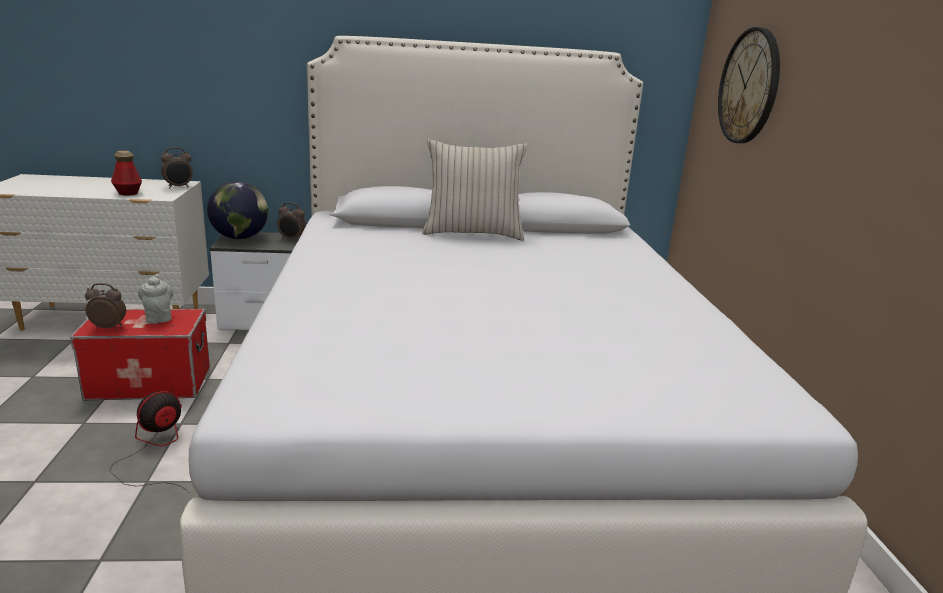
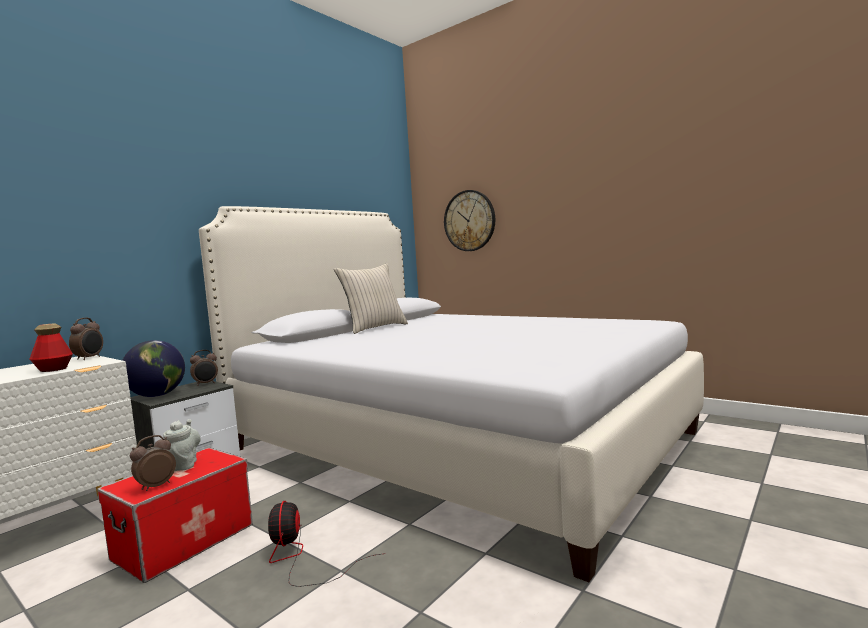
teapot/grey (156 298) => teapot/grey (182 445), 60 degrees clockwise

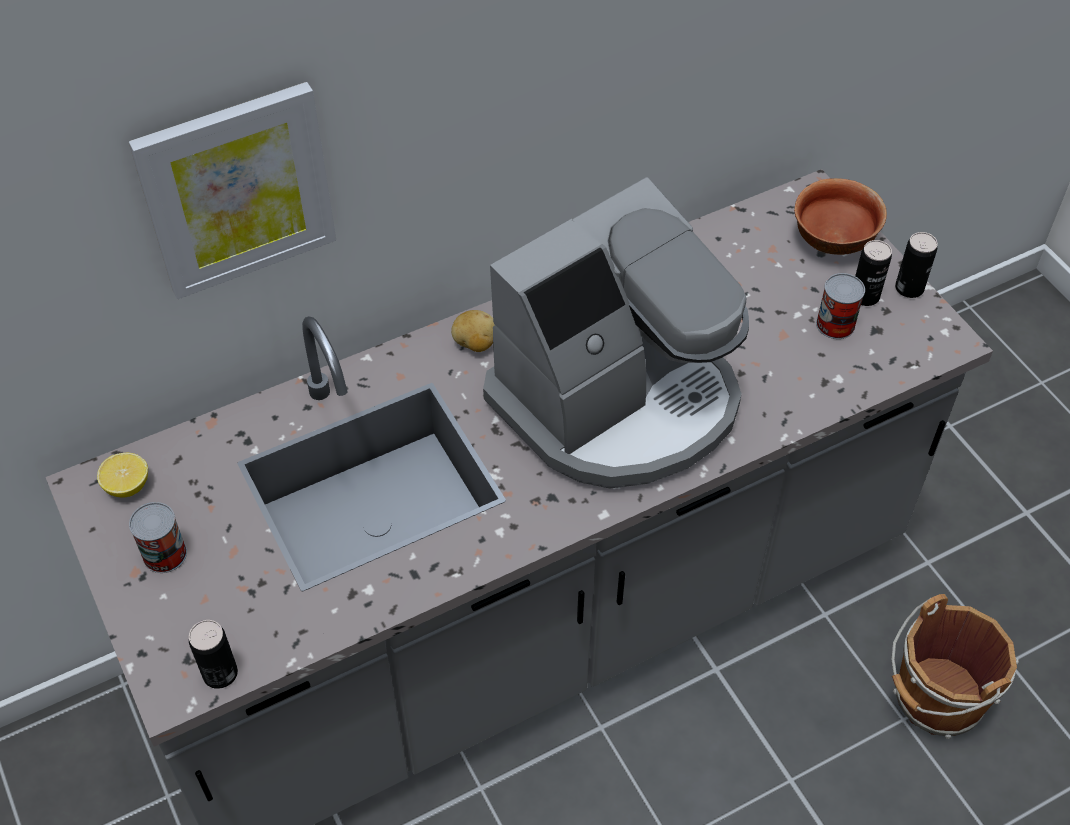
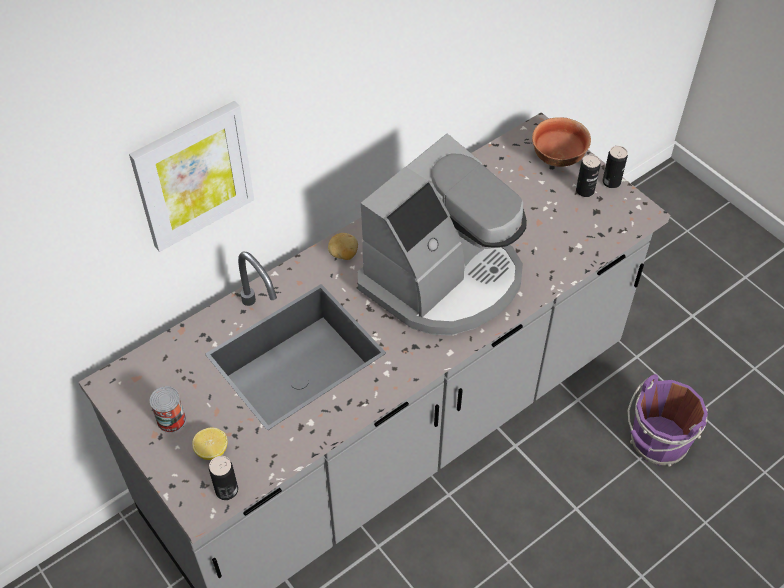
lemon (122 475) => lemon (210 444), relocated
bucket/brown (955 666) => bucket/purple (667 420)
can (840 306) => nothing

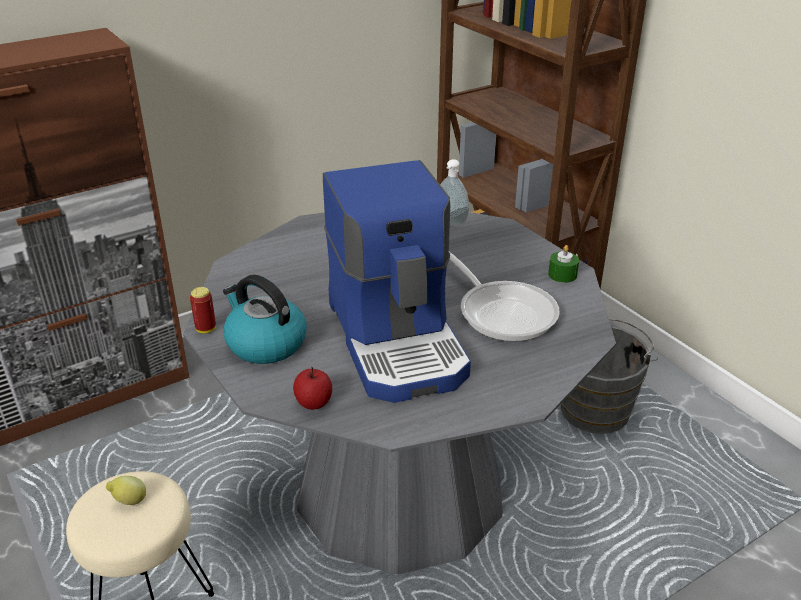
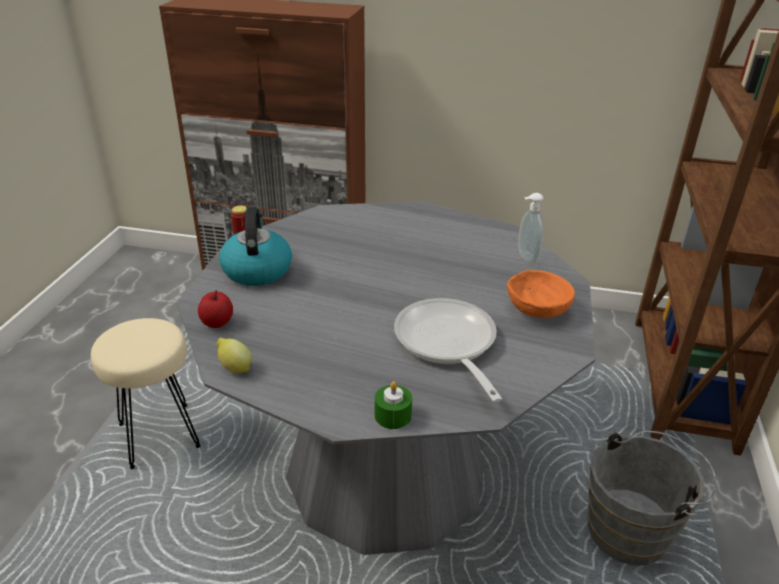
lemon (126 490) => lemon (234 356), relocated
candle/green (563 264) => candle/green (393 405), relocated
frying pan (504 296) => frying pan (448 350), 150 degrees clockwise
nothing => bowl/orange (541 294)
coffee machine (397 281) => nothing

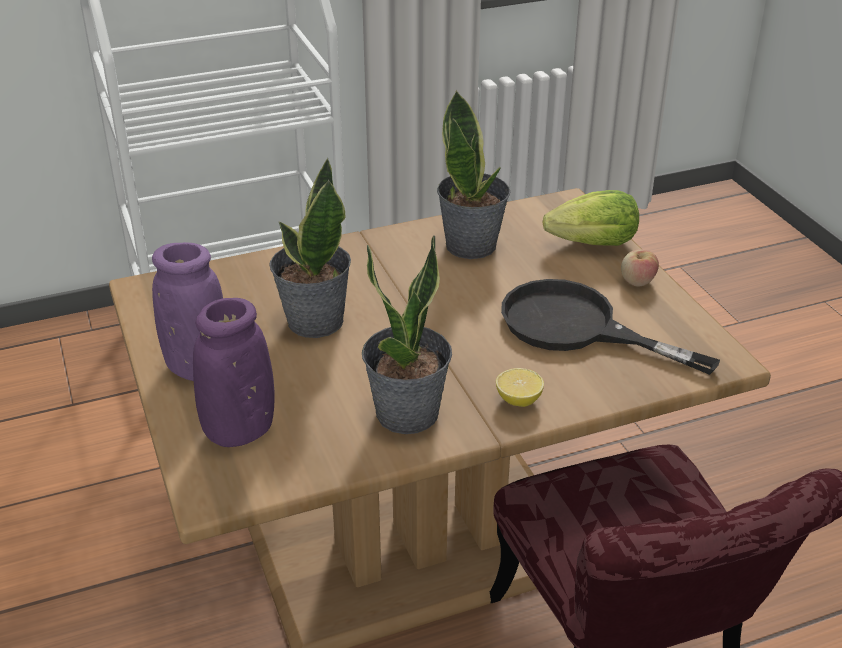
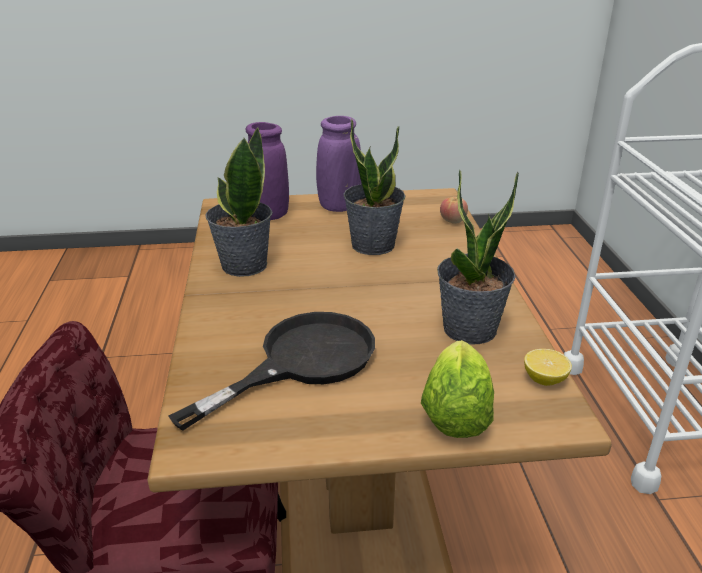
apple (640 268) => apple (454 210), relocated
lemon (520 387) => lemon (548 367), relocated

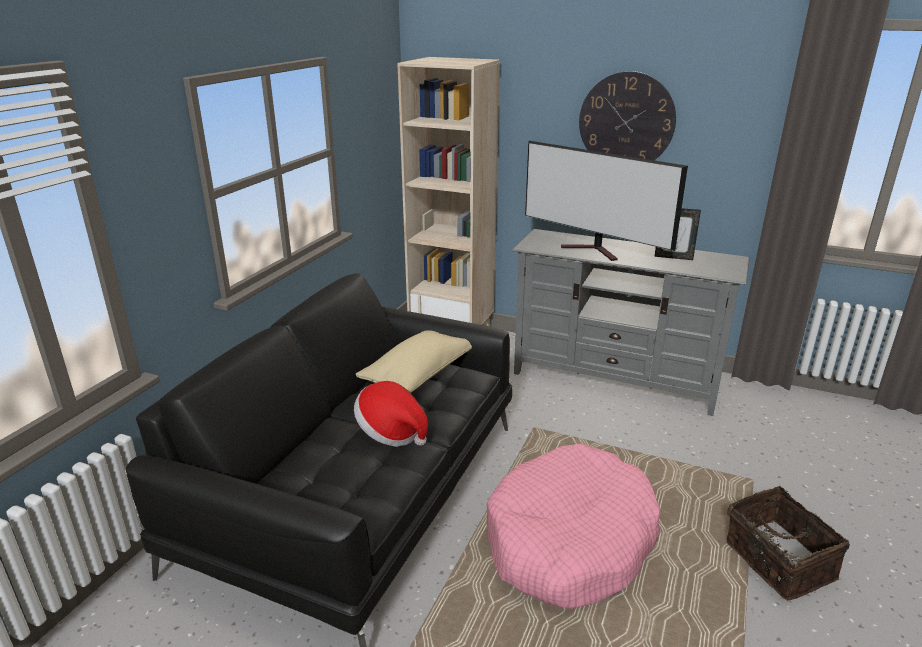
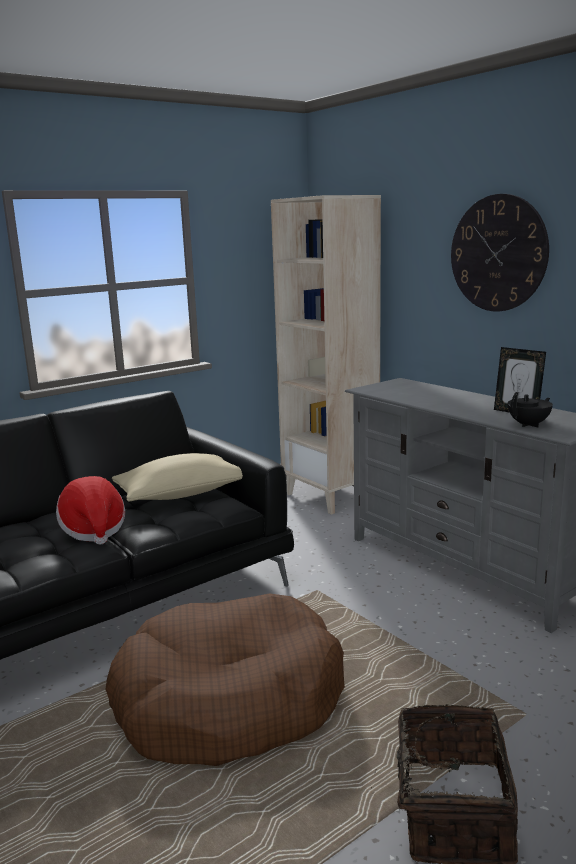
dog bed/pink (573 526) => dog bed/brown (225 679)
nothing => teapot/black (530 409)
television (606 201) => nothing

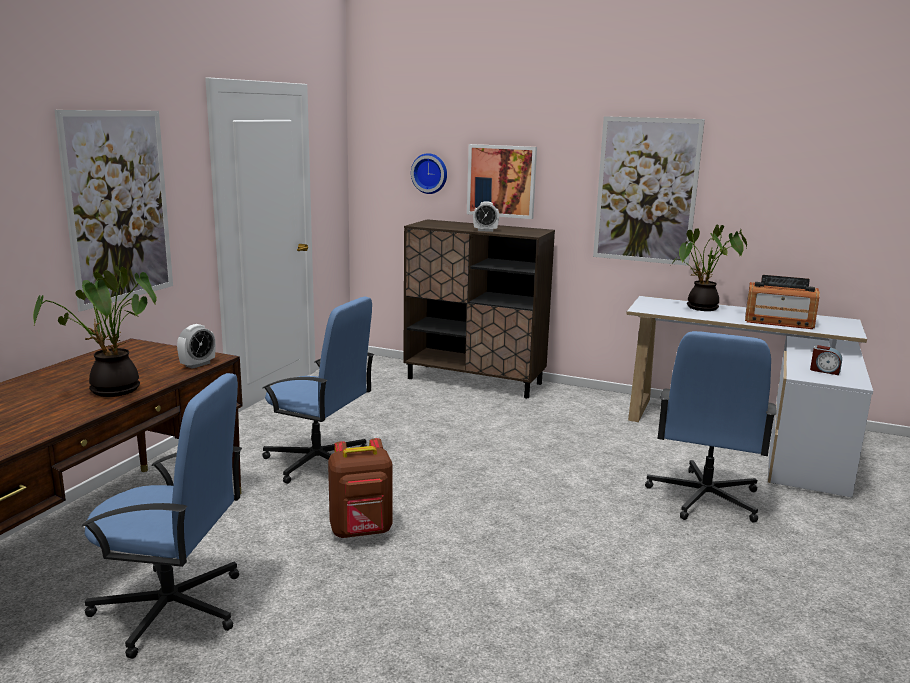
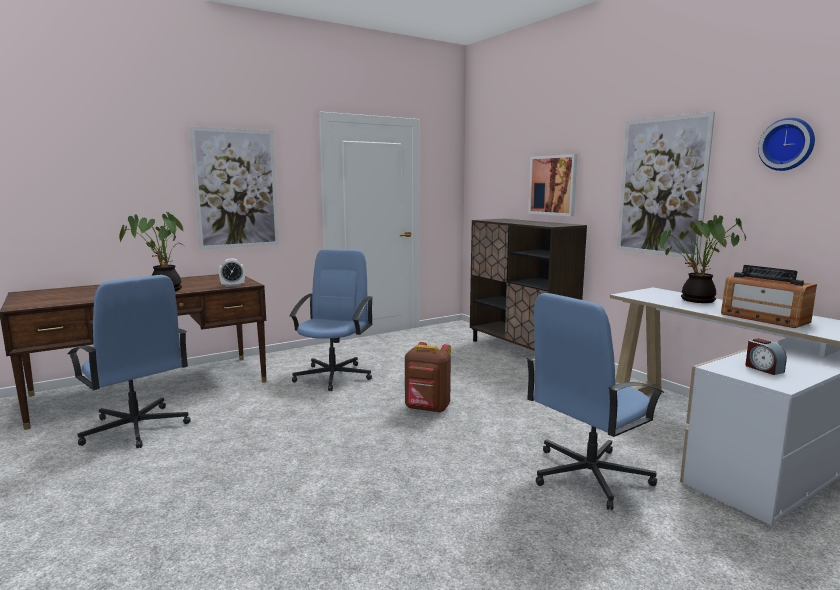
office chair/blue (318 390) => office chair/blue (330 320), 135 degrees counterclockwise
backpack/brown (360 488) => backpack/brown (428 377), relocated
wall clock (429 173) => wall clock (786 144), relocated
alarm clock (486 217) => nothing

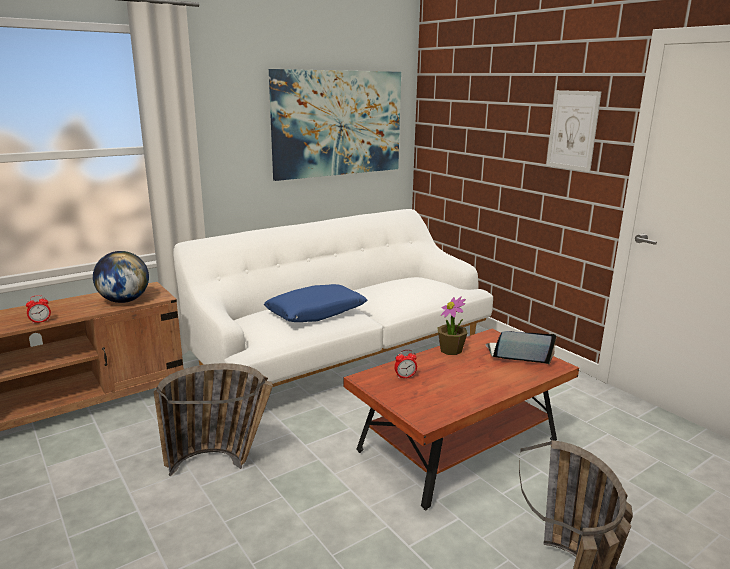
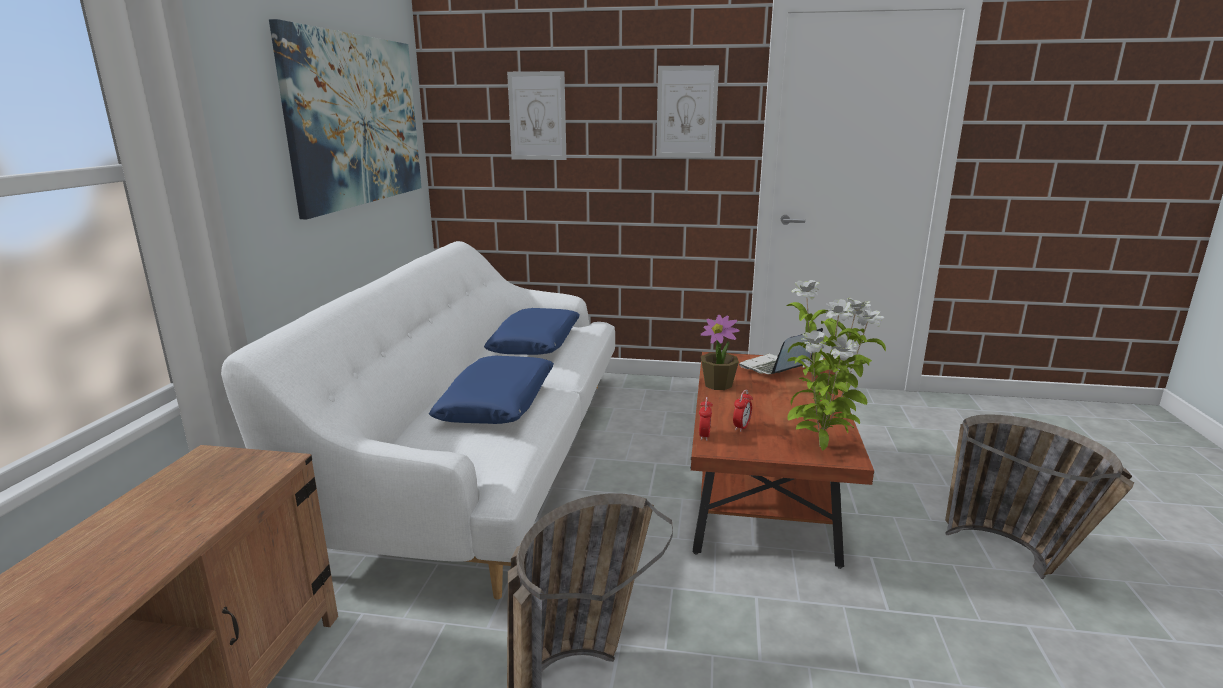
nothing => pillow/blue (532 331)
nothing => picture (536 115)
alarm clock (38 309) => alarm clock (706 418), relocated
nothing => potted plant (836 365)
globe (121 277) => nothing

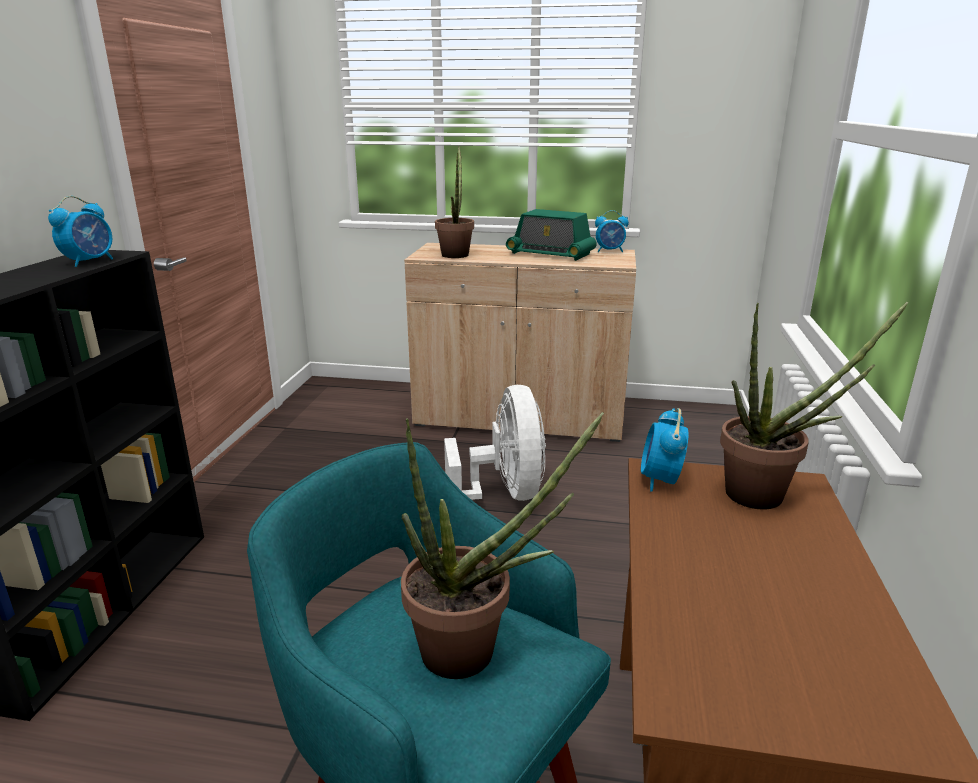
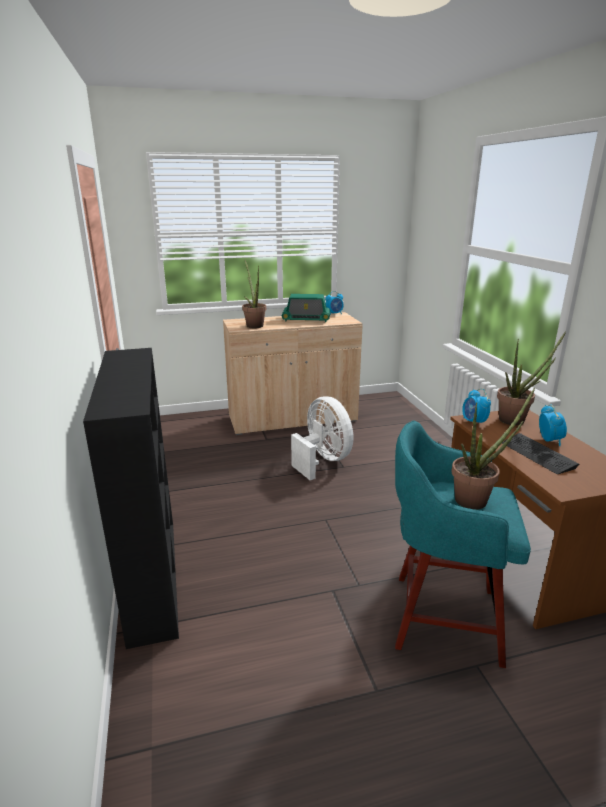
nothing => keyboard (540 453)
alarm clock (80 231) => alarm clock (553 425), relocated

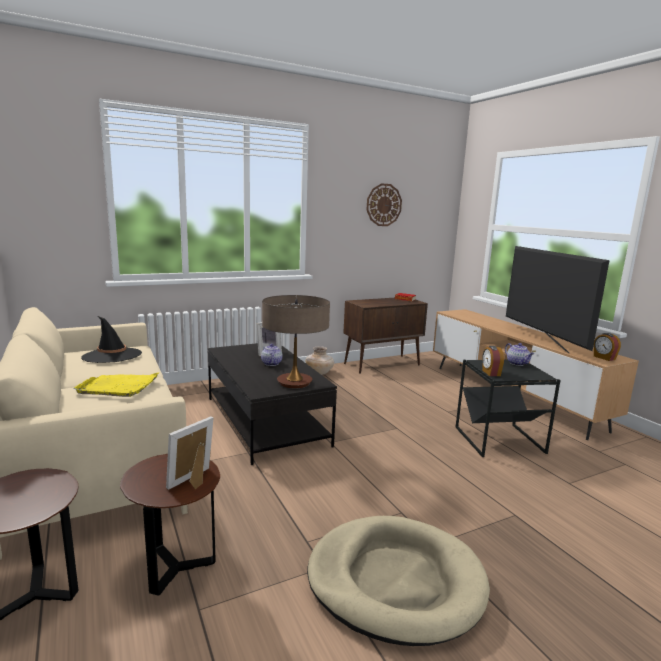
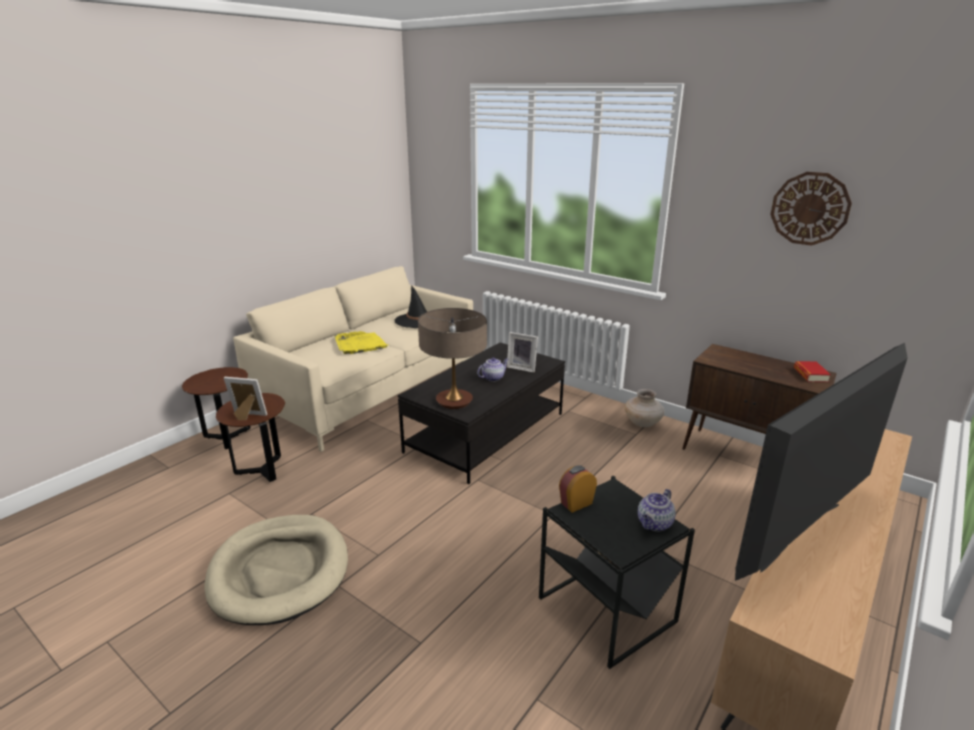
alarm clock (607 347) => nothing

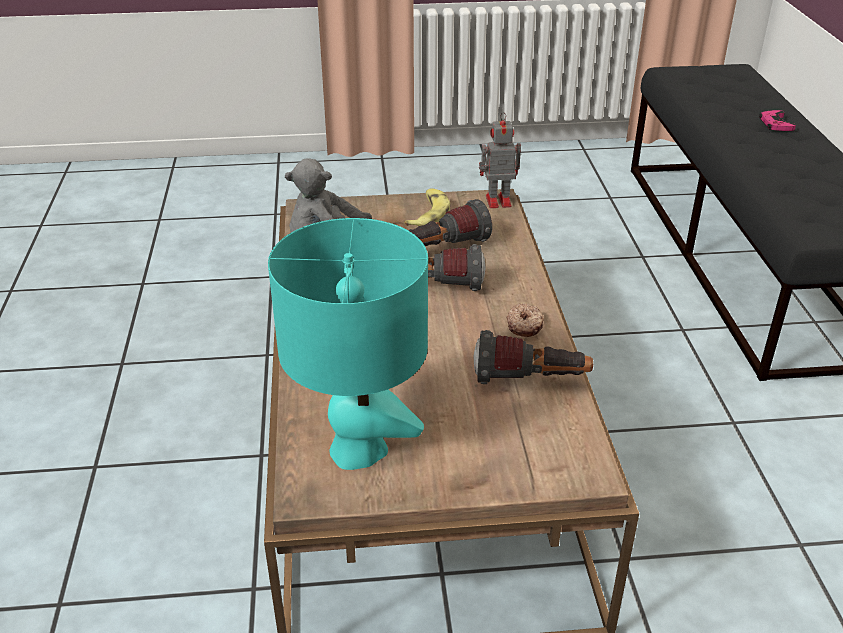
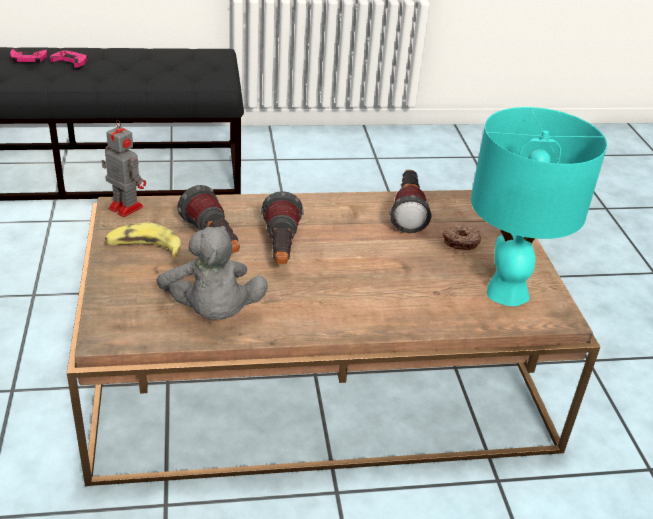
nothing => game controller/pink (69 59)
toy robot (500 160) => toy robot (123 168), 135 degrees clockwise
donut (525 320) => donut (461 237), relocated

